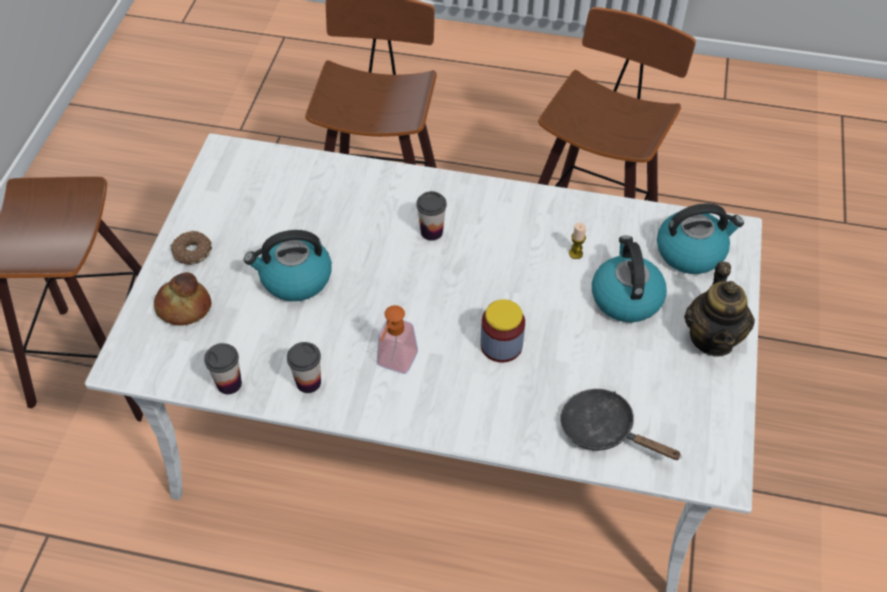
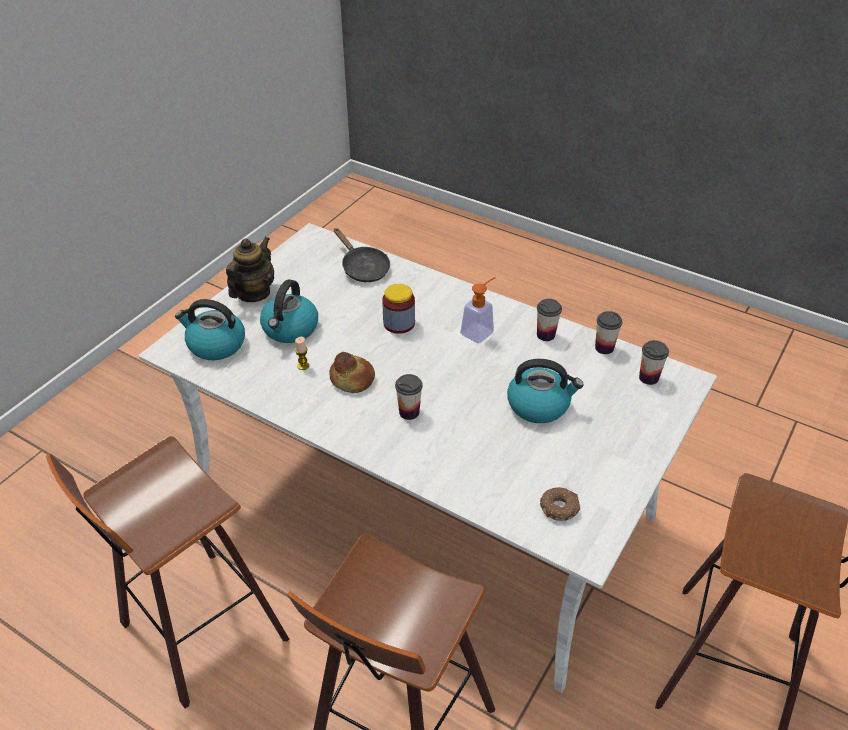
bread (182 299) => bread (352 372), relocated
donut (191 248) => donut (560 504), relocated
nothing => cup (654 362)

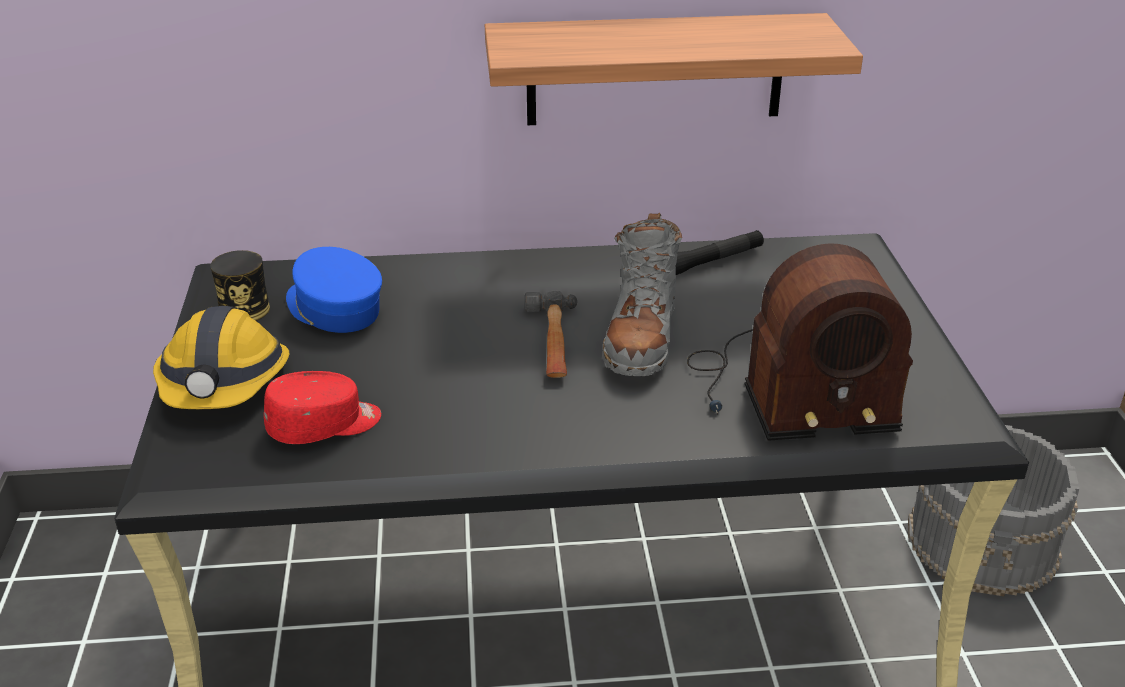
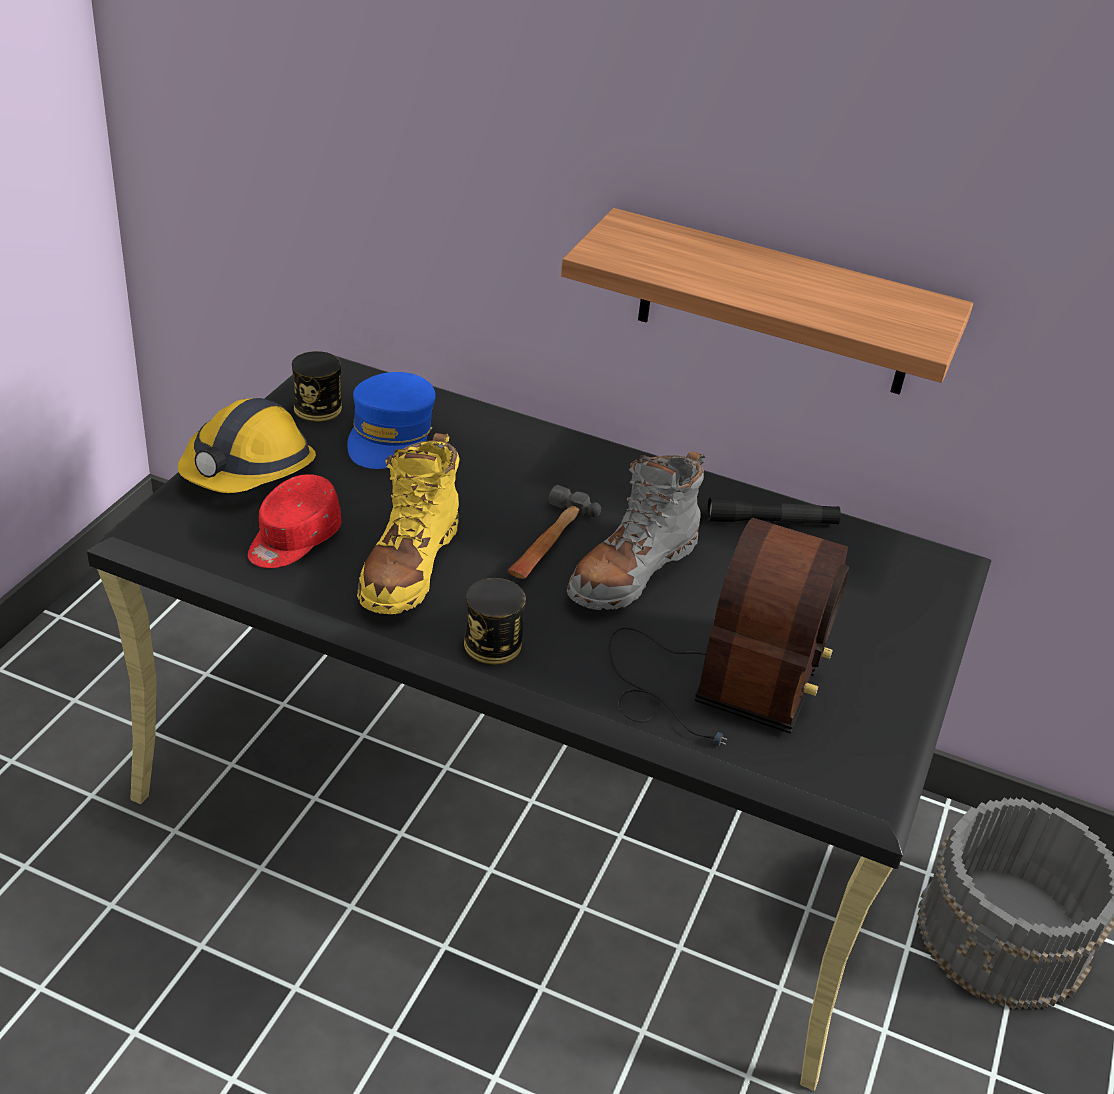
cap/red (322 407) => cap/red (295 521), 120 degrees clockwise
cap/blue (334 290) => cap/blue (391 420), 150 degrees counterclockwise
nothing => boot/yellow (408 523)
nothing => can (495 621)
radio (800 342) => radio (728 632), 90 degrees counterclockwise

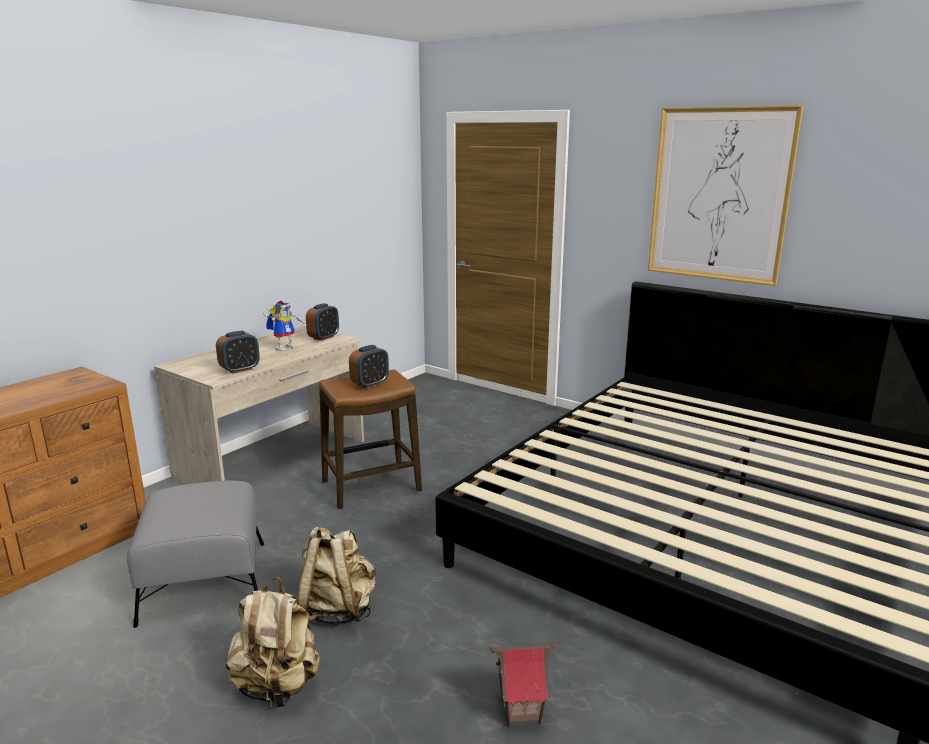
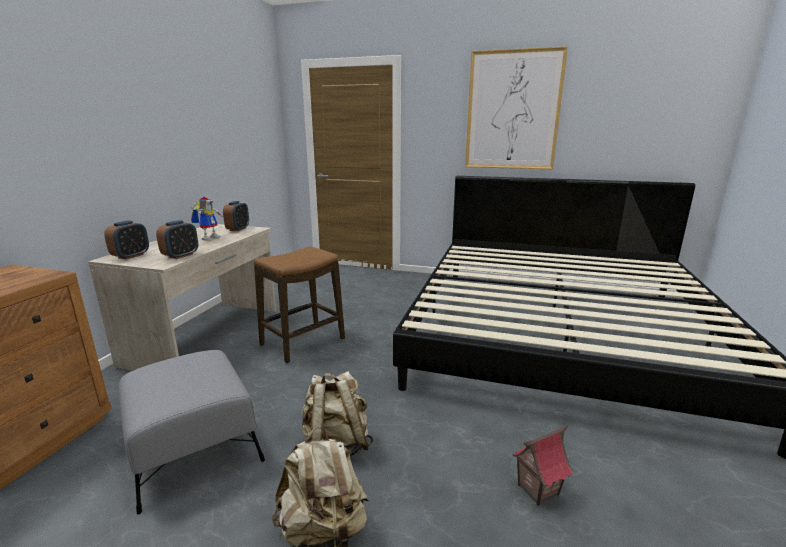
alarm clock (369 366) => alarm clock (126 240), relocated

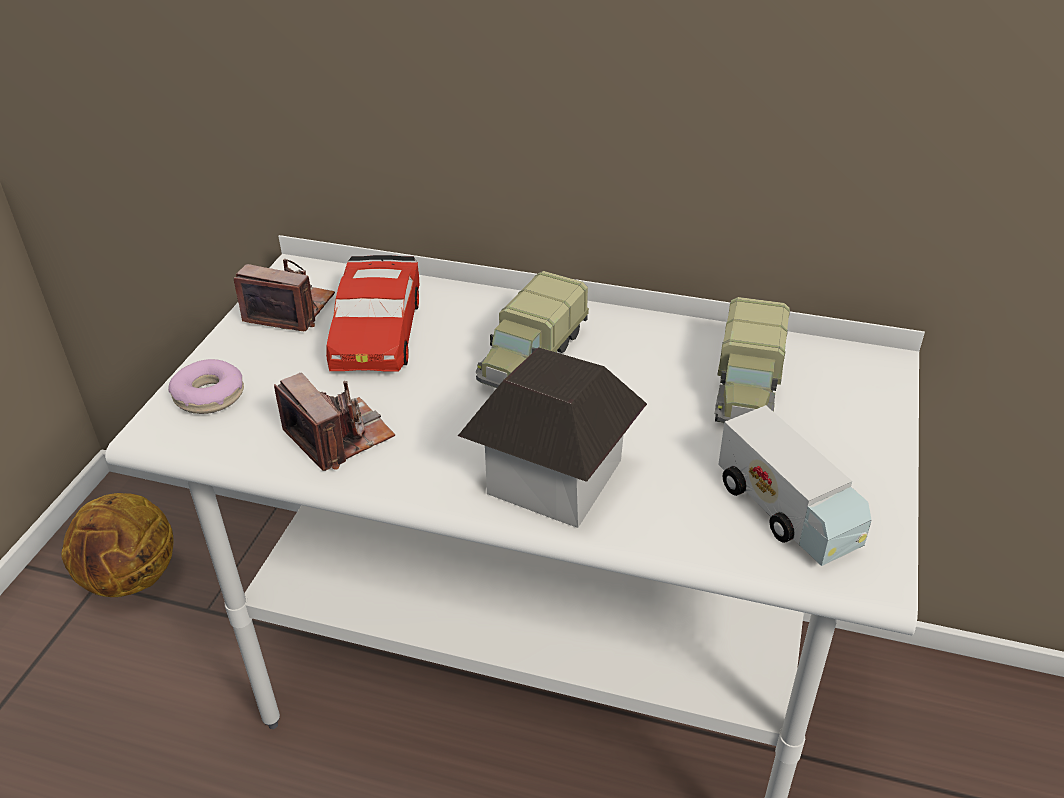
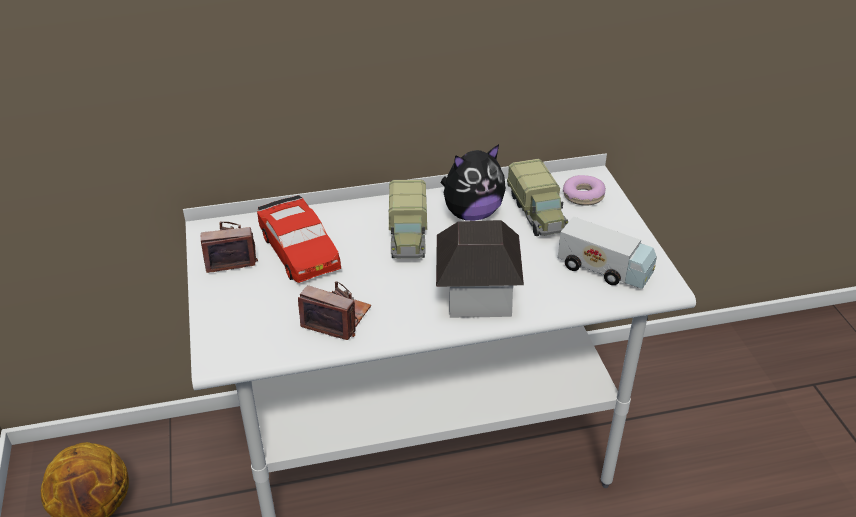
nothing => plush toy (473 182)
donut (206 386) => donut (584 190), relocated

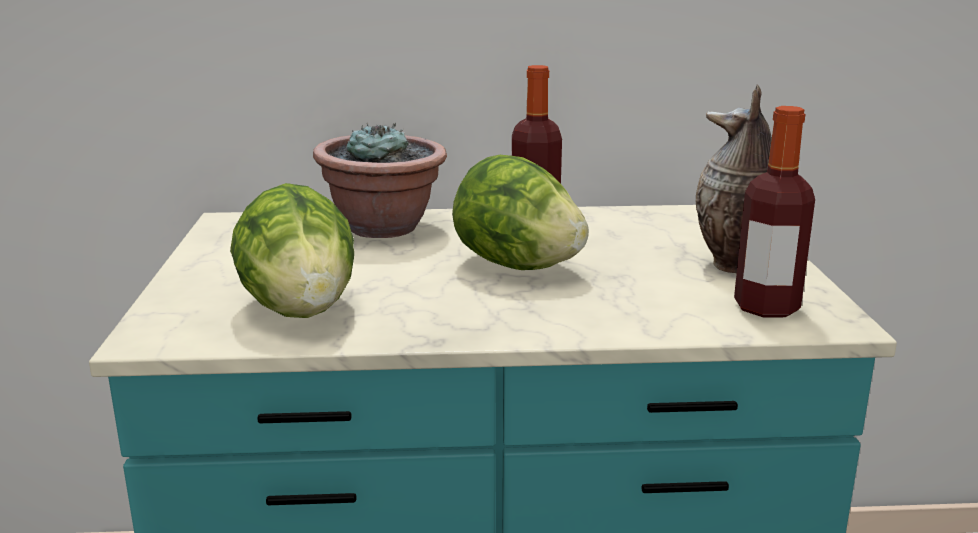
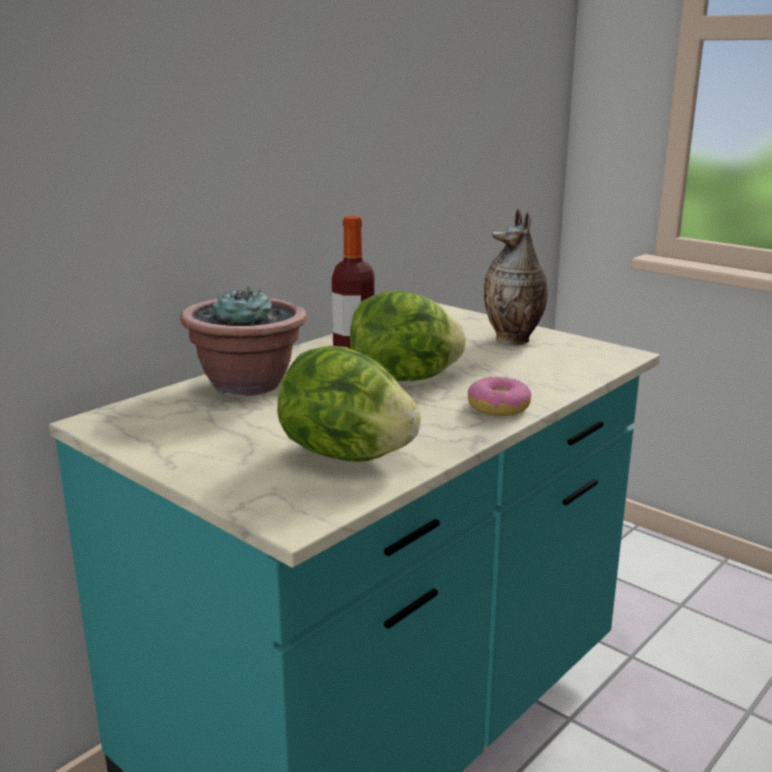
nothing => donut (500 396)
bottle (774 211) => nothing

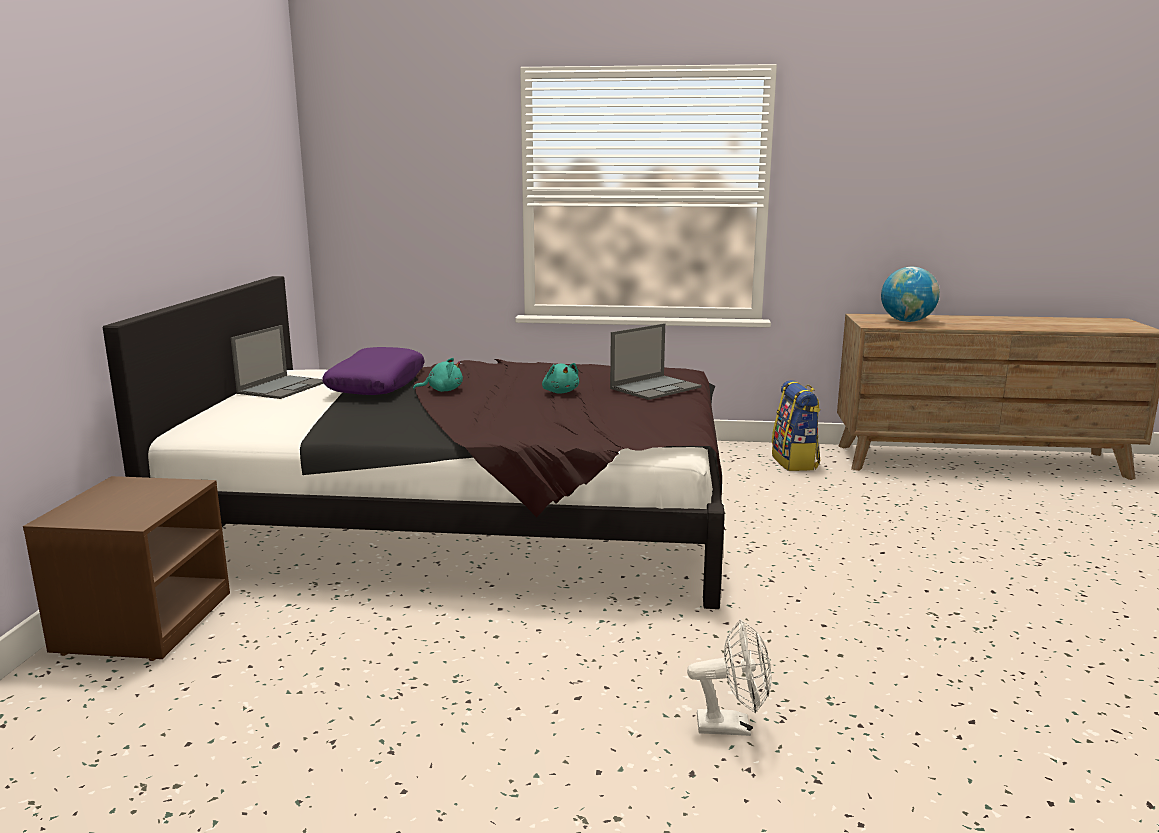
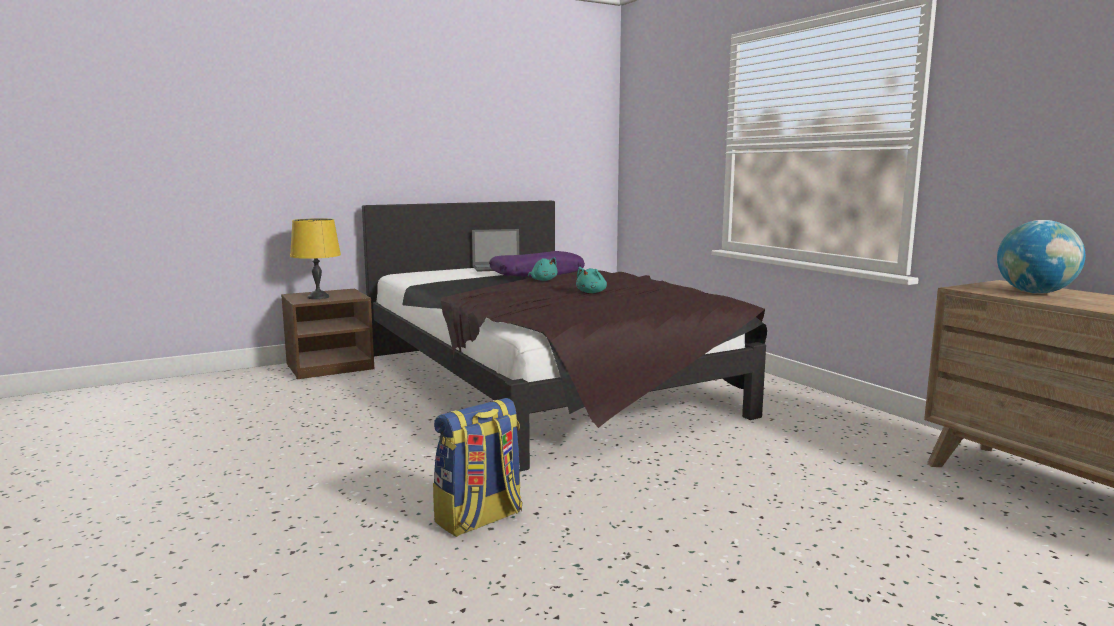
nothing => table lamp/yellow (315 258)
backpack (796 425) => backpack (477 467), relocated
laptop (656 361) => nothing
fan/white (729 677) => nothing

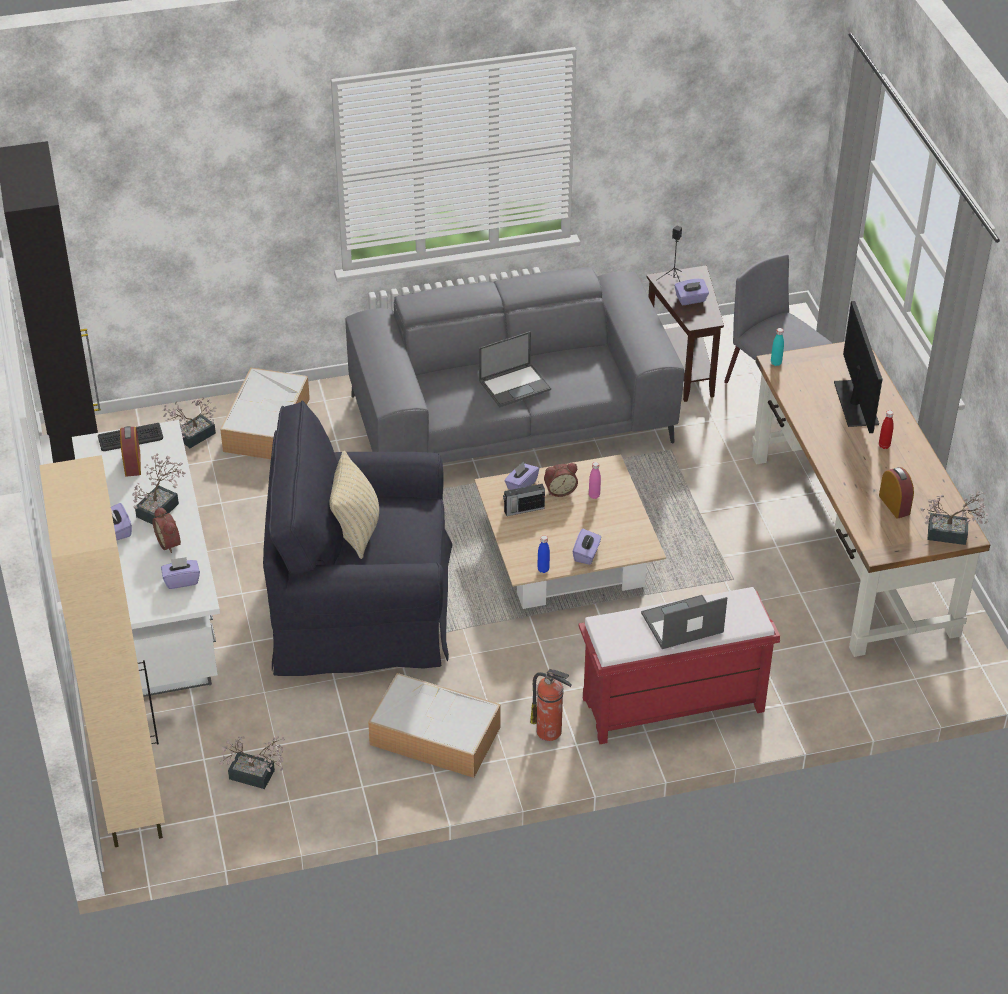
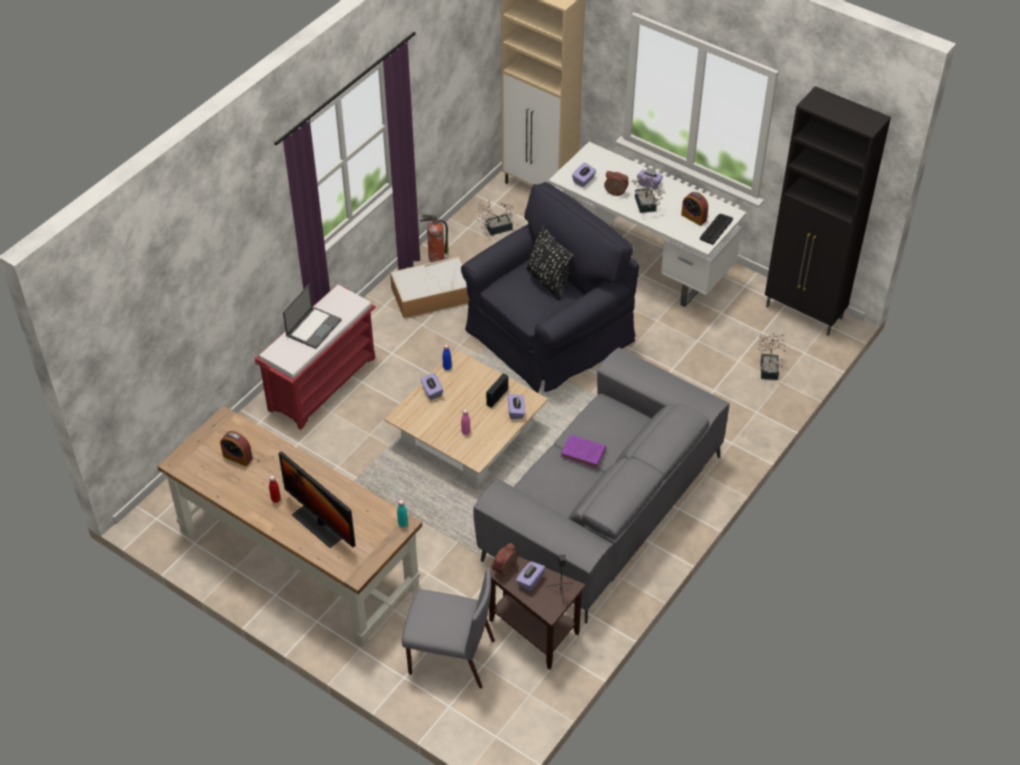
fire extinguisher (551 705) => fire extinguisher (434 238), relocated
alarm clock (561 480) => alarm clock (505 559), relocated
pillow/beige (354 505) => pillow/black (550 263)
laptop (515 369) => book/purple (583 452)
storage box (265 413) => nothing
potted plant (954 517) => nothing

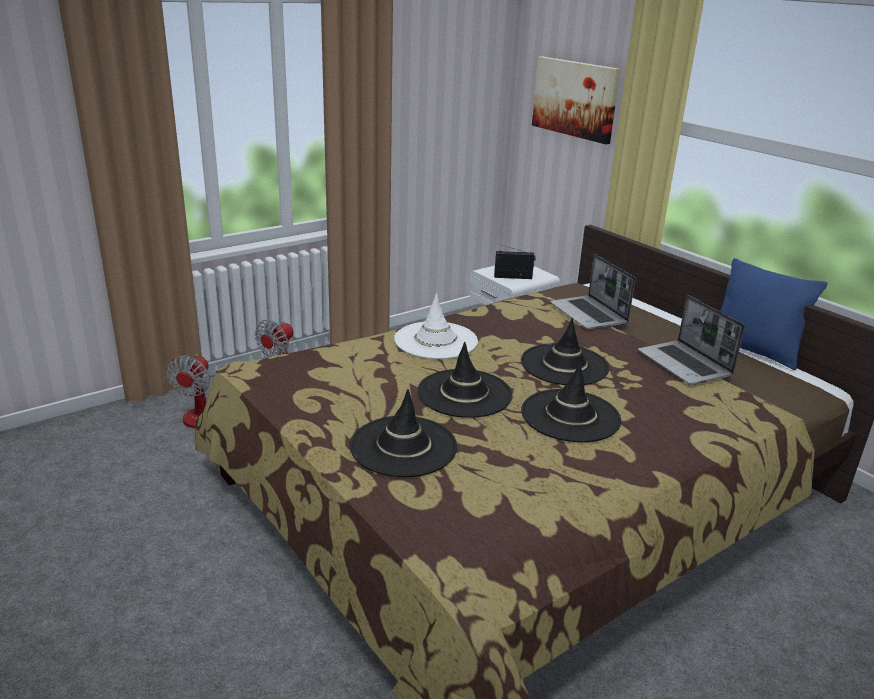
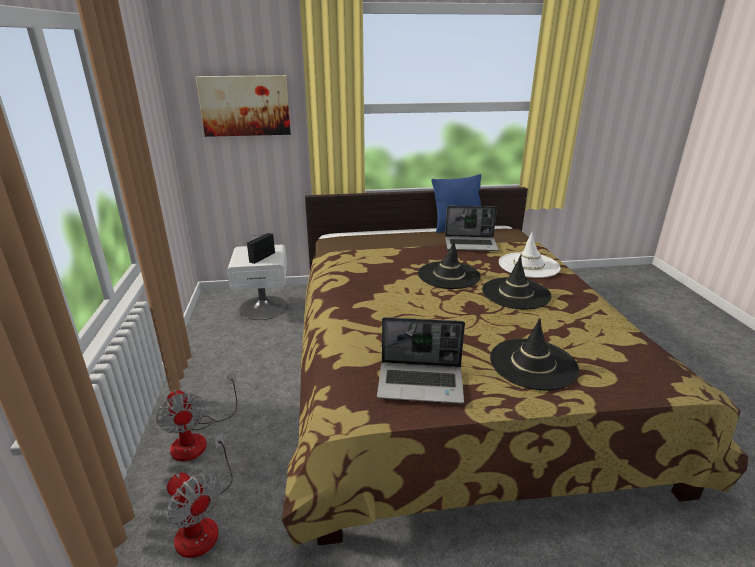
laptop (593 292) => laptop (421 360), relocated
hat/white (436 326) => hat/white (530 255), relocated
hat/black (464 380) => nothing

